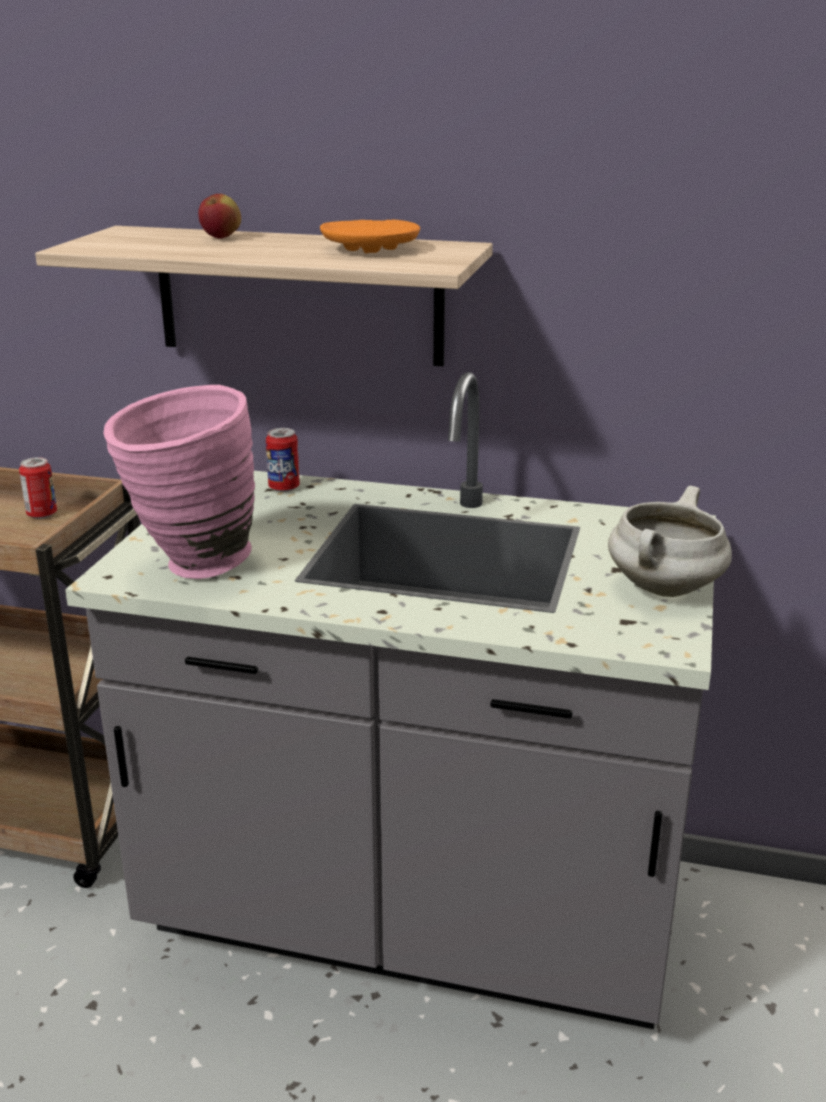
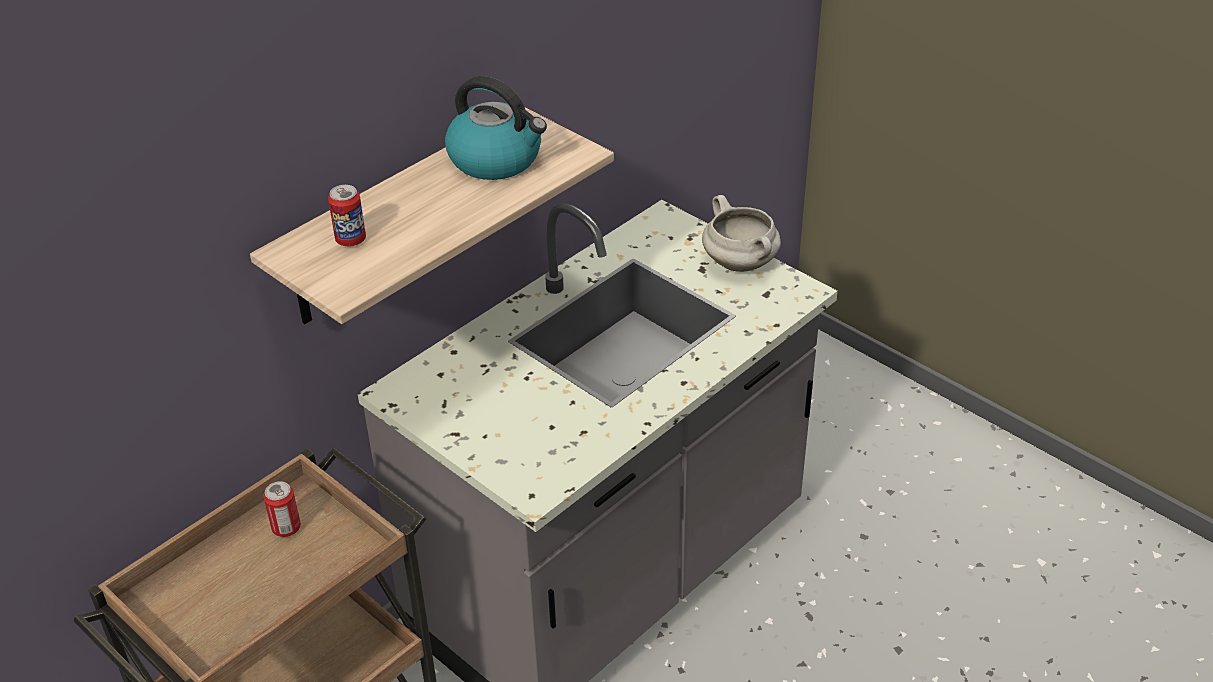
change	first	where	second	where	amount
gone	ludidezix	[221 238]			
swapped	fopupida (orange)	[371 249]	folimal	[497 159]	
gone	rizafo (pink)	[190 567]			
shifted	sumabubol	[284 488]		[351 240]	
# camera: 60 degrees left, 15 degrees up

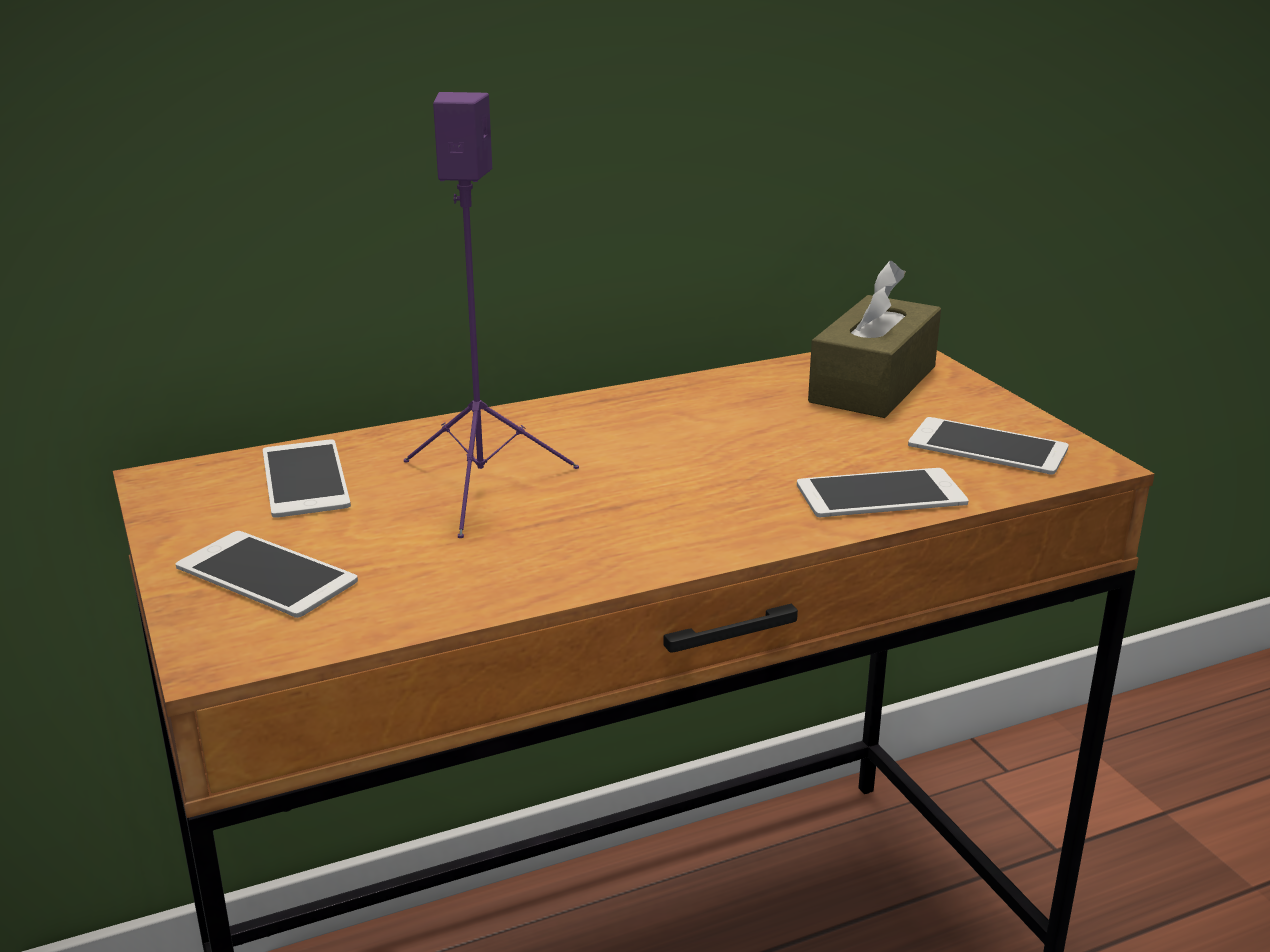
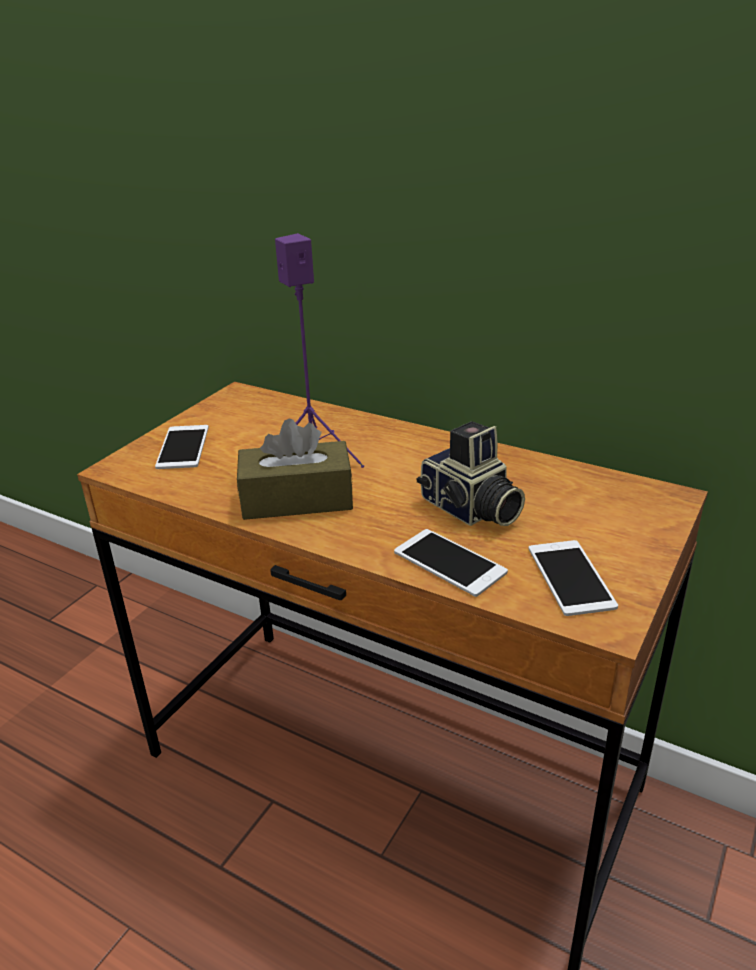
change	first	where	second	where	amount
shifted	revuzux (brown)	[873 384]		[297 499]	
gone	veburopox	[305 479]			
new			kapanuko	[470 510]	
# camera: 55 degrees right, 5 degrees up

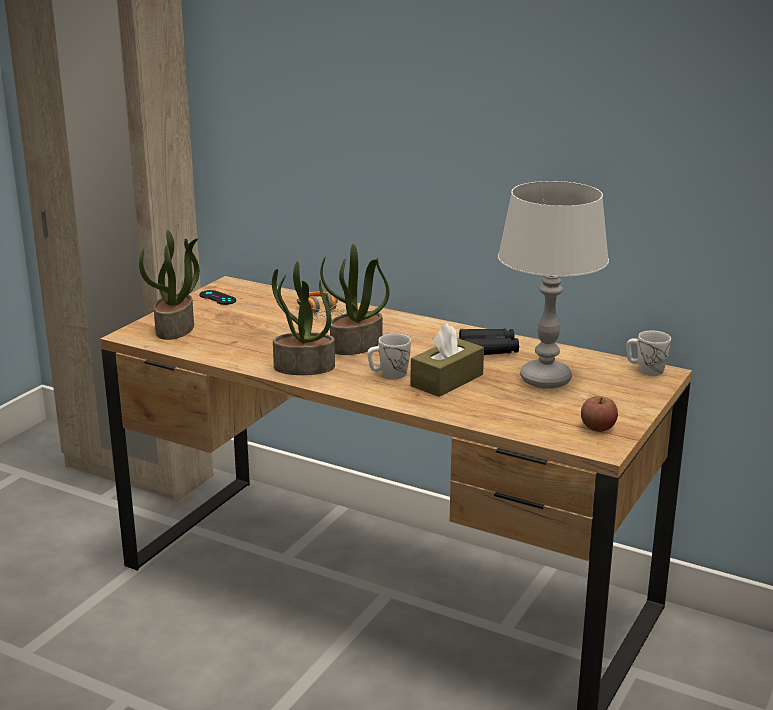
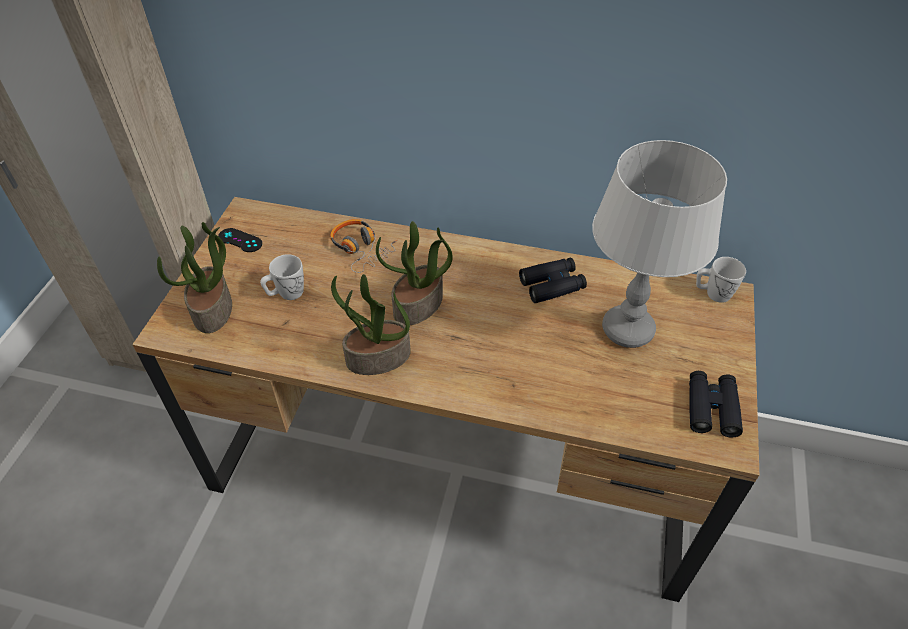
change	first	where	second	where	amount
gone	revuzux (brown)	[447 380]			
shifted	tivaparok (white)	[388 375]		[286 294]	
swapped	ludidezix	[598 427]	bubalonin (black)	[711 408]	
# camera: 15 degrees left, 25 degrees up

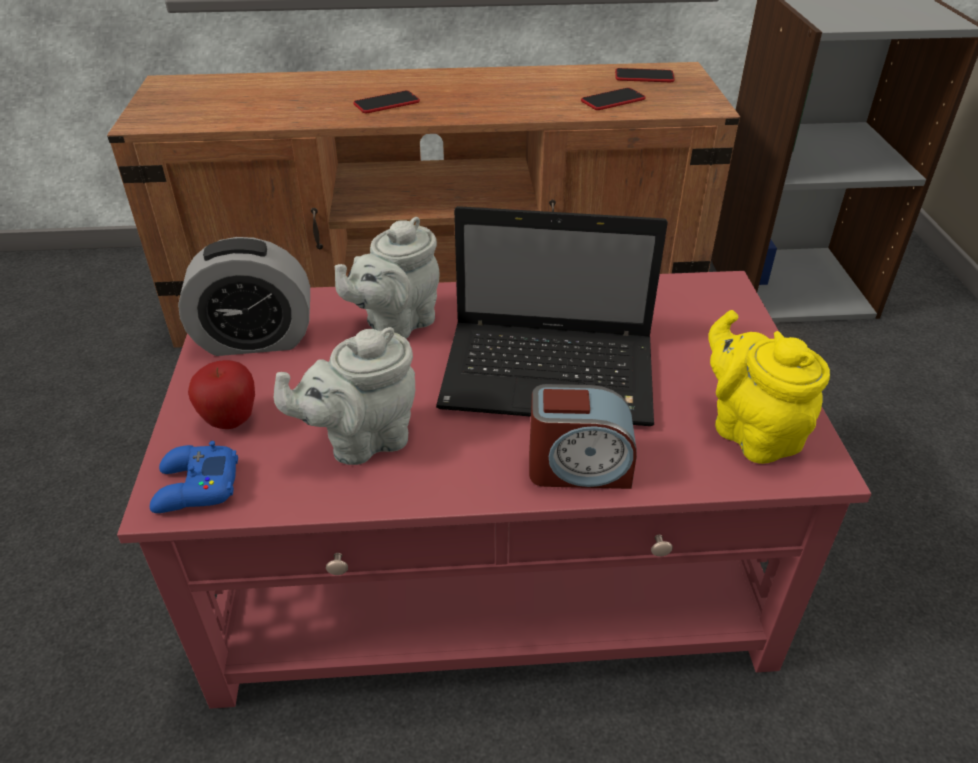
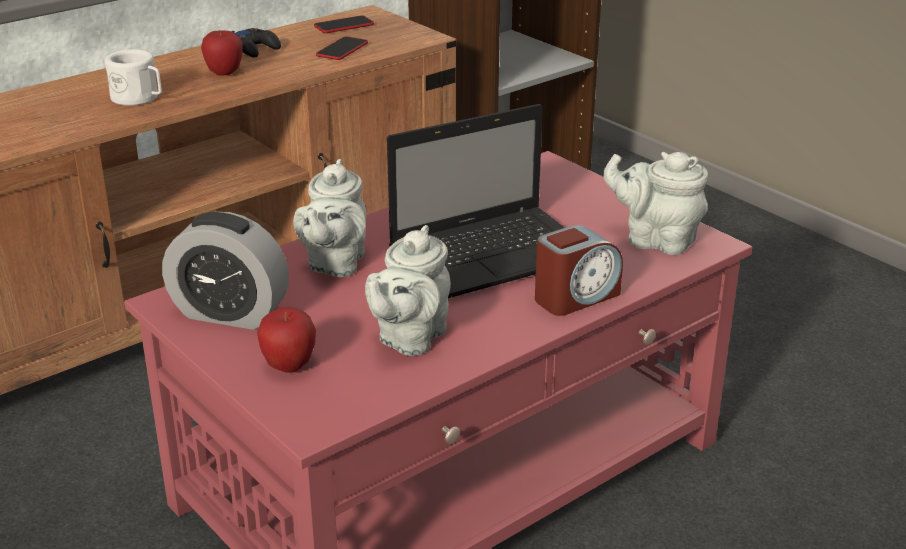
change	first	where	second	where	amount
swapped	veburopox	[386 103]	tivaparok (white)	[139 98]	
rotated	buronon	[255 340]		[230 313]	60 degrees clockwise
repainted	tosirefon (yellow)	[751 432]	tosirefon (grey)	[655 240]	
gone	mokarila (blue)	[195 487]			
new			mokarila (black)	[253 49]	
new			ludidezix	[224 73]	
# camera: 35 degrees left, 10 degrees down

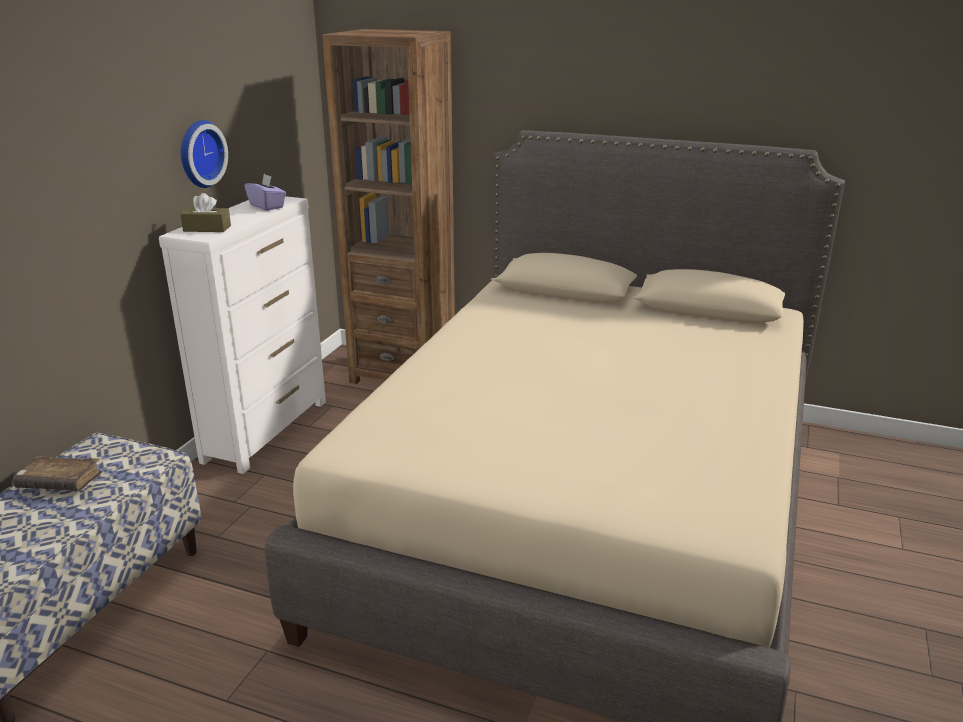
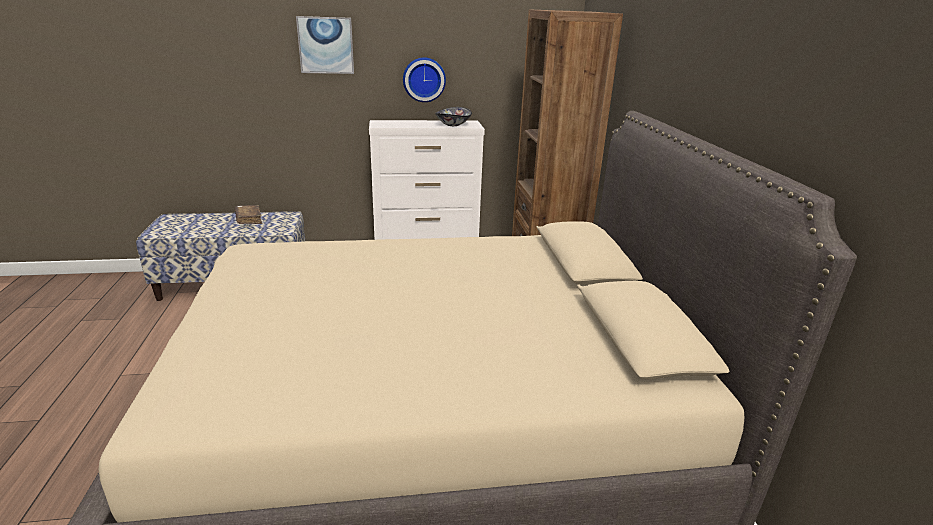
change	first	where	second	where	amount
swapped	revuzux (purple)	[267 206]	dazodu	[452 124]	
gone	revuzux (brown)	[207 228]			
new			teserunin	[326 45]	
# camera: 60 degrees right, 0 degrees up

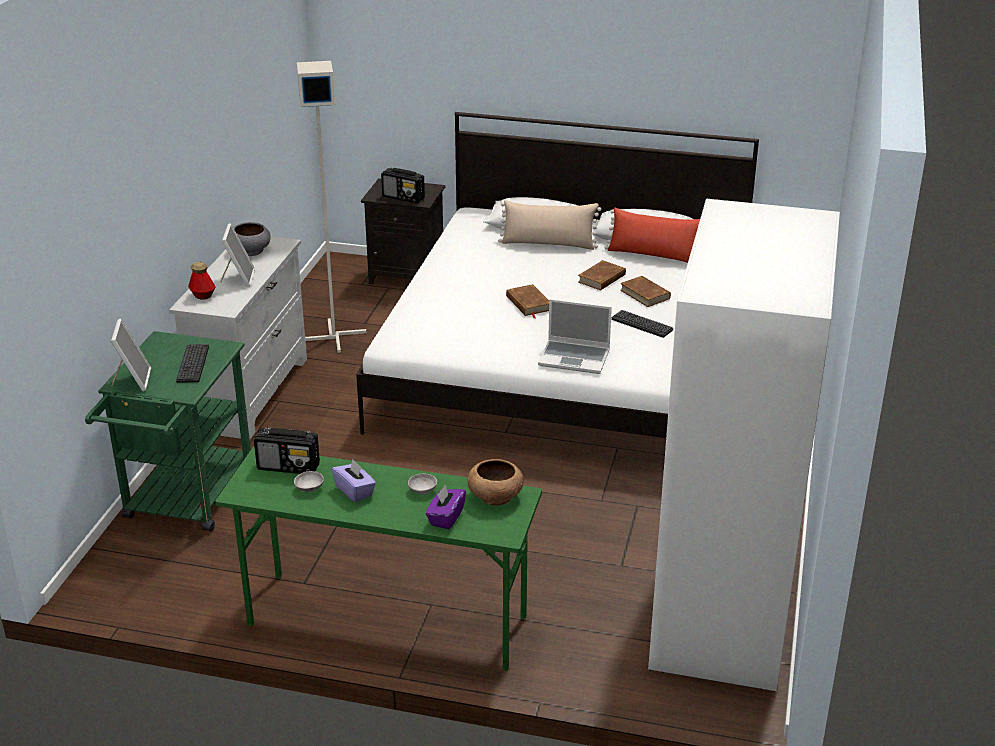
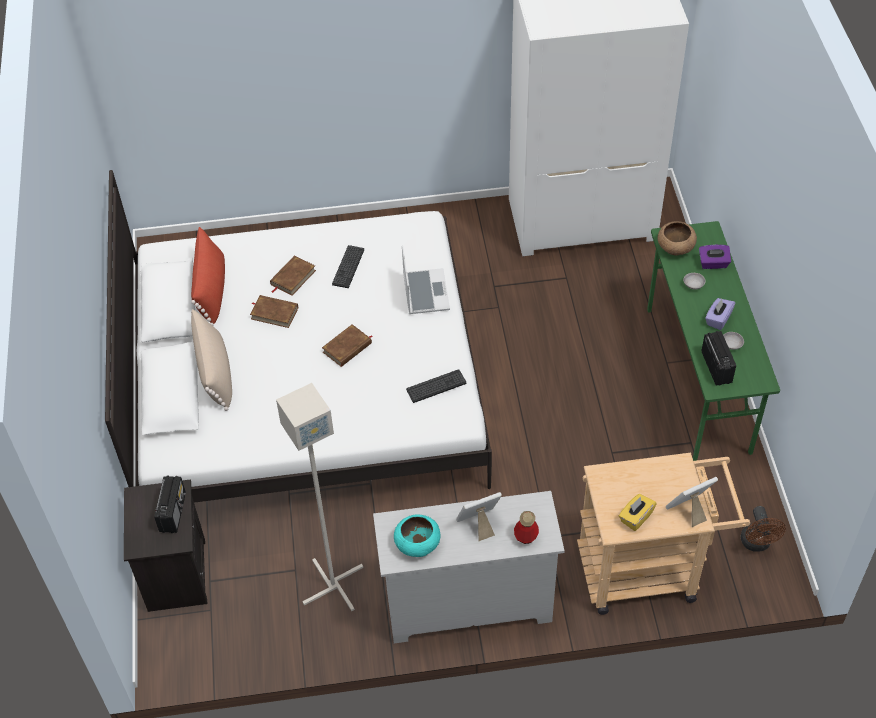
change	first	where	second	where	amount
repainted	dazodu (grey)	[251 251]	dazodu (turquoise)	[417 543]	
repainted	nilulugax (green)	[184 501]	nilulugax (beige)	[648 569]	
shifted	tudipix	[193 364]		[436 386]	
new			revuzux (yellow)	[635 517]	
new			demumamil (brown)	[757 544]	
# camera: 110 degrees left, 20 degrees up

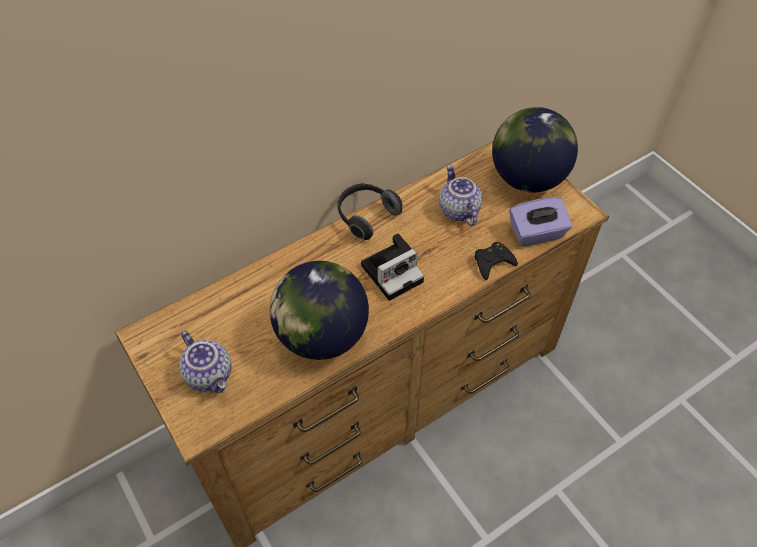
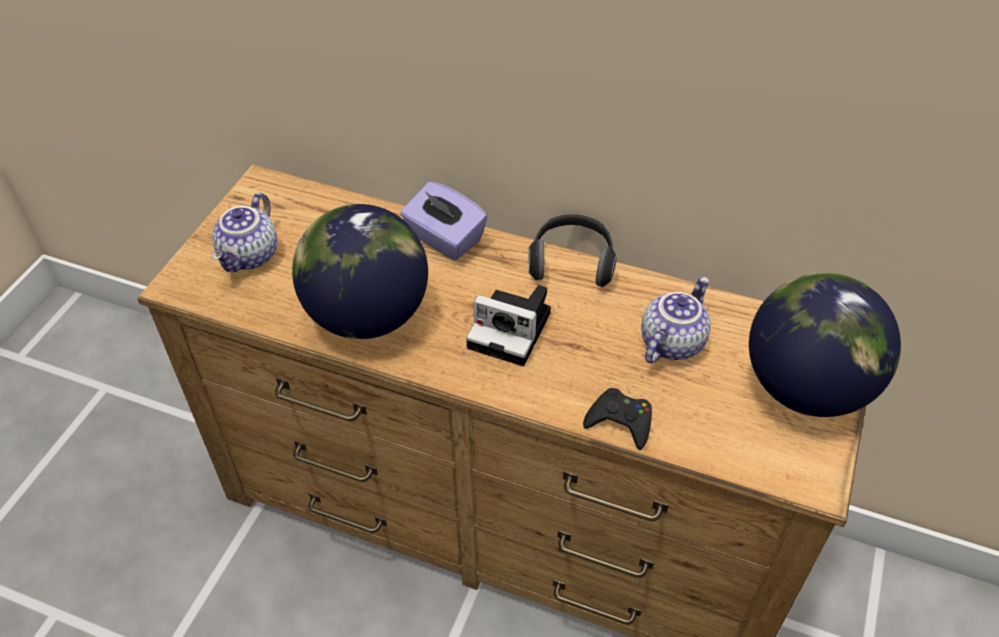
change	first	where	second	where	amount
shifted	revuzux (purple)	[536 233]		[444 239]	
# camera: 55 degrees right, 5 degrees down

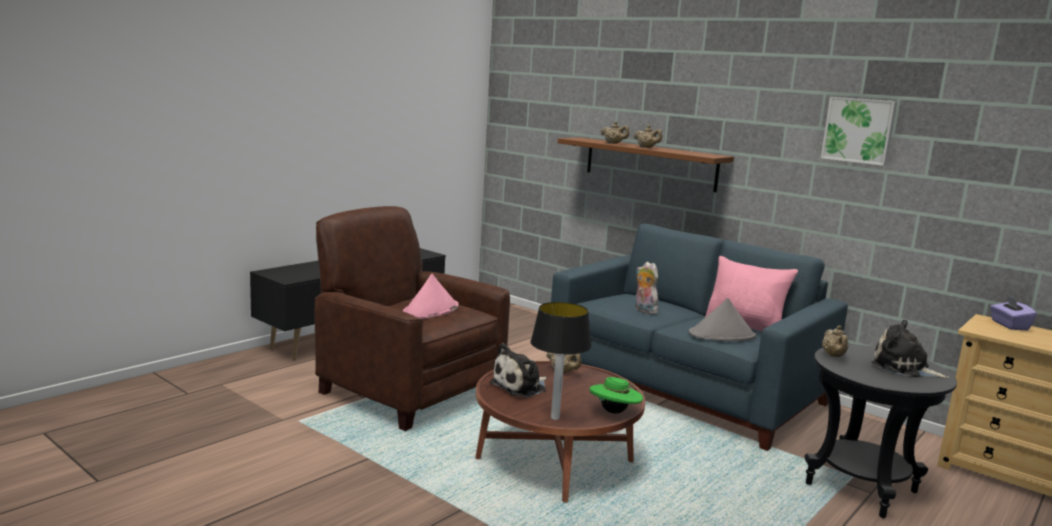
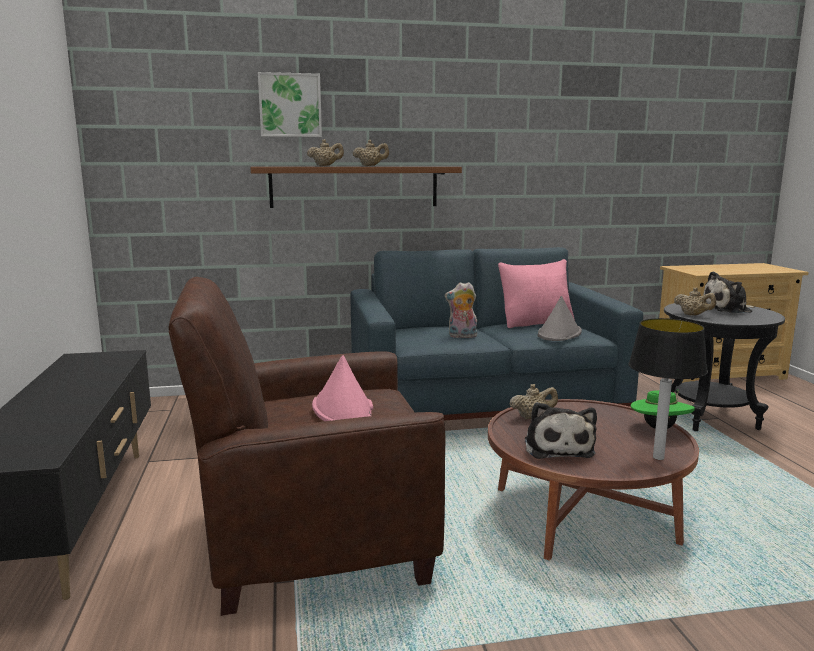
change	first	where	second	where	amount
shifted	teserunin	[858 130]		[290 105]	
gone	revuzux (purple)	[1009 325]			
# camera: 50 degrees left, 0 degrees up

